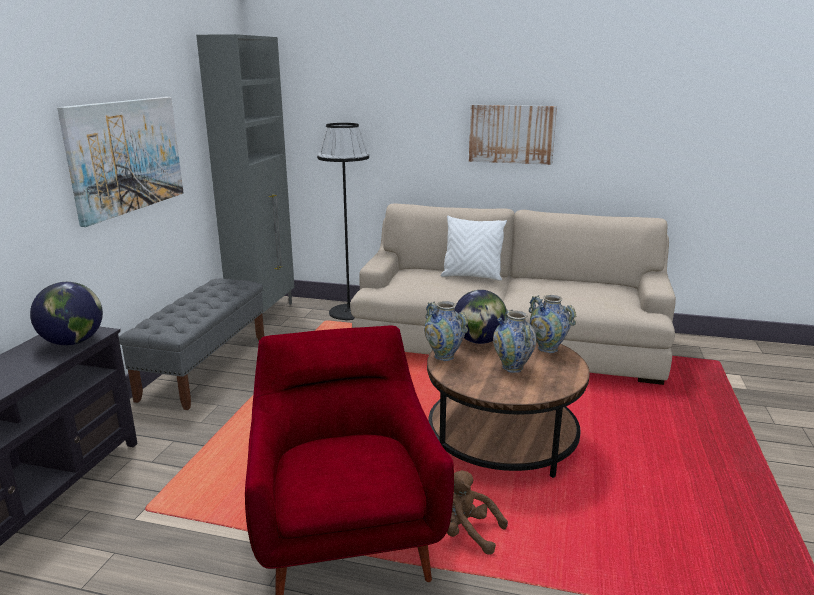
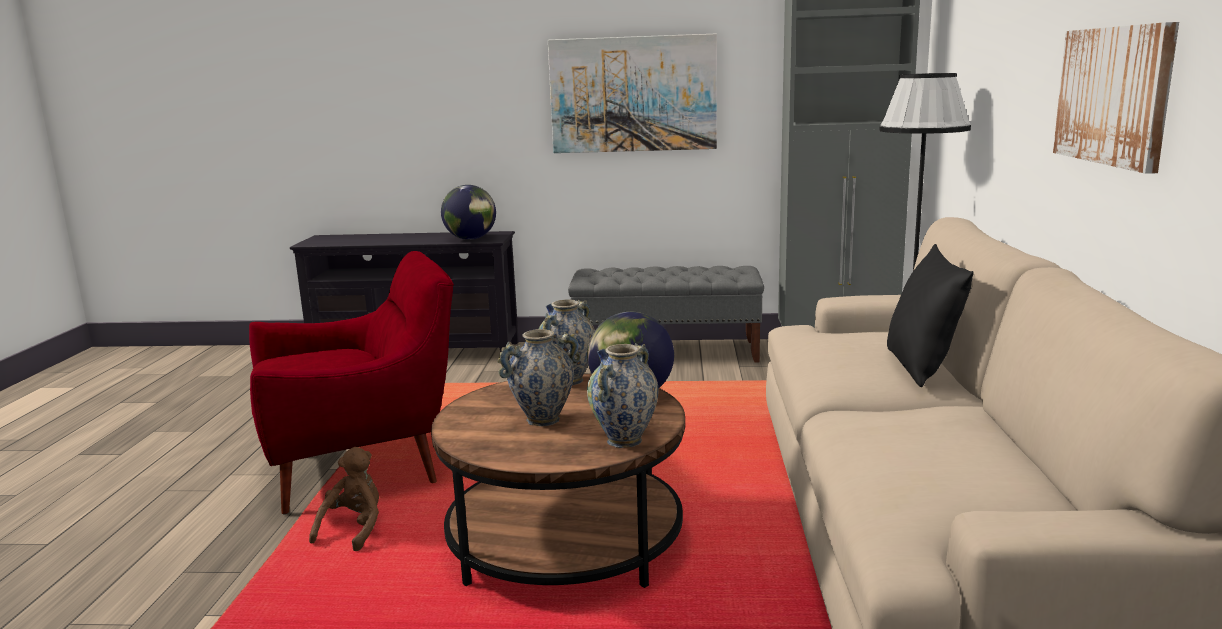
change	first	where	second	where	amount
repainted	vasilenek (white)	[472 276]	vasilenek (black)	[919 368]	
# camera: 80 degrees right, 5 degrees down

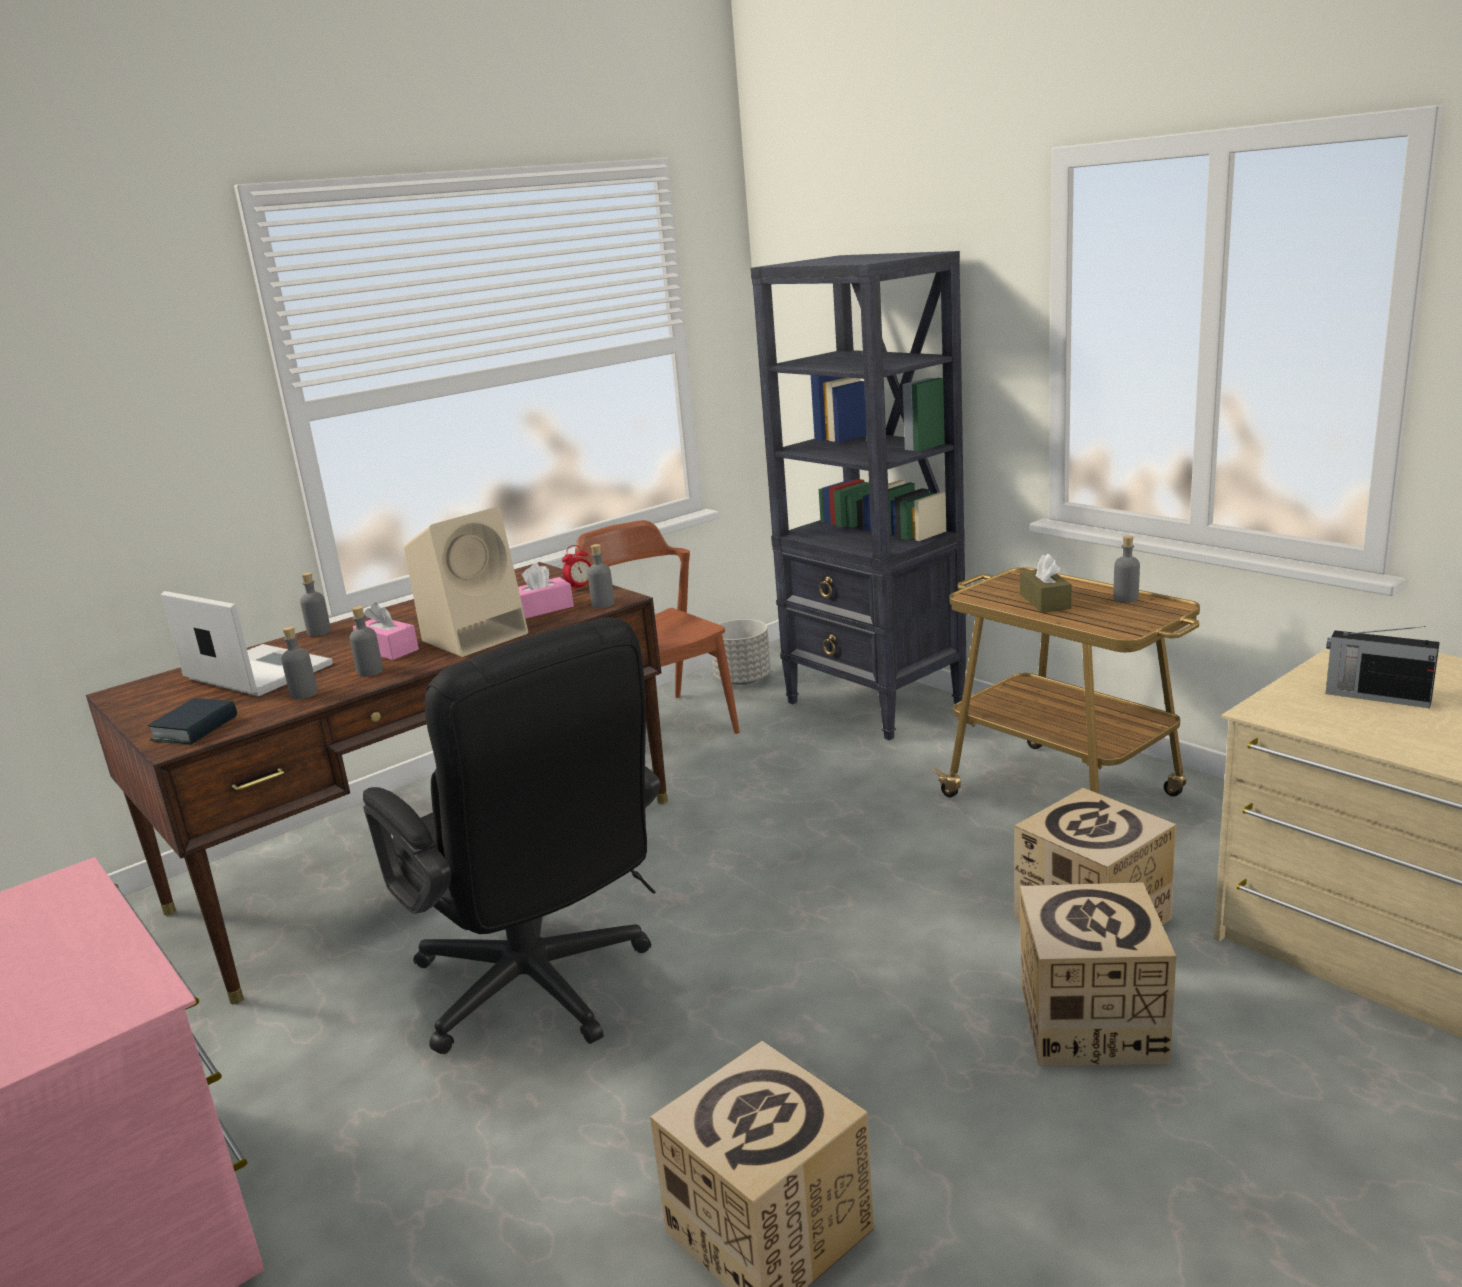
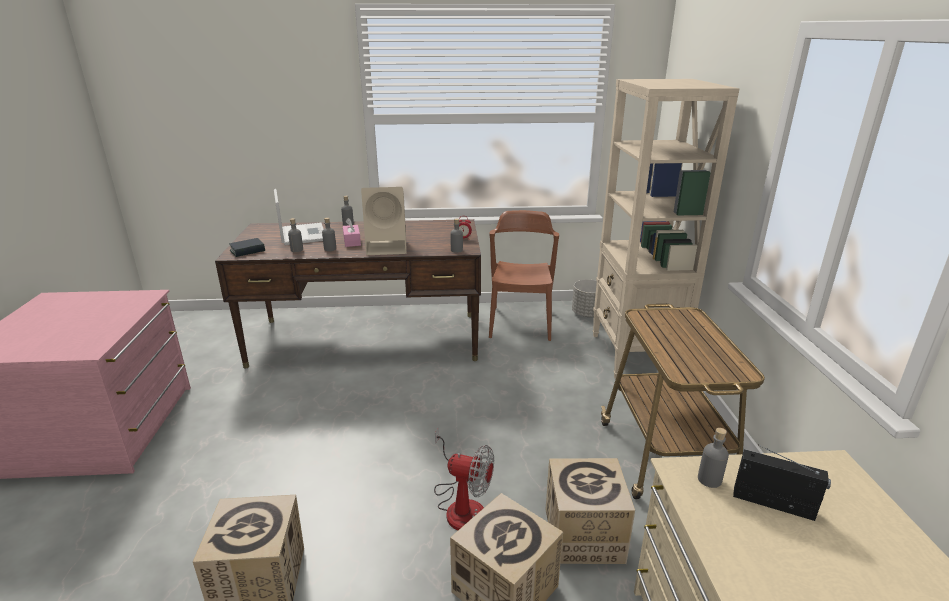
change	first	where	second	where	amount
repainted	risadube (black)	[875 703]	risadube (beige)	[635 355]	
shifted	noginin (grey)	[1125 598]		[709 479]	
gone	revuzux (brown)	[1045 601]			
gone	revuzux (pink)	[542 609]			
gone	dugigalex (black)	[542 993]			
rotated	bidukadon	[1375 696]		[774 504]	135 degrees clockwise
new			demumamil	[461 505]	
# camera: 35 degrees right, 5 degrees up

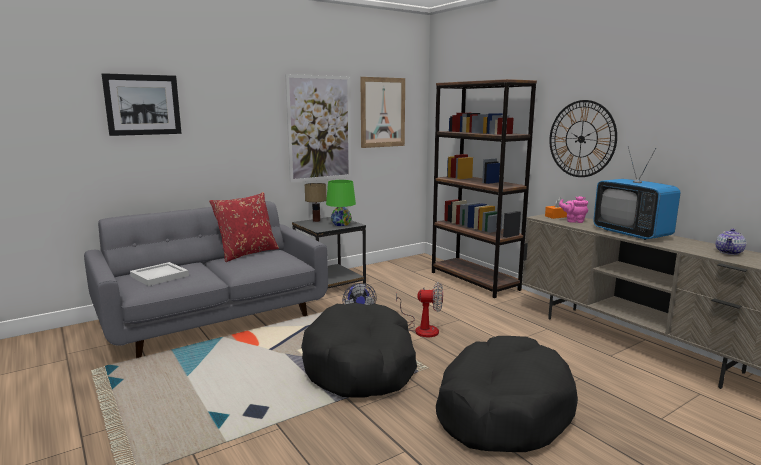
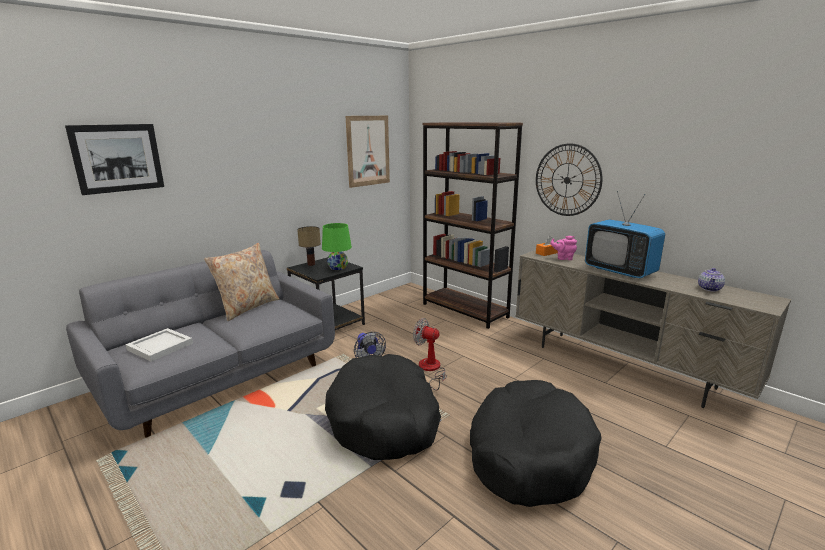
change	first	where	second	where	amount
gone	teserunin	[319 128]			
repainted	vasilenek (red)	[247 253]	vasilenek (beige)	[247 307]	
rotated	demumamil	[421 328]		[431 369]	150 degrees counterclockwise
# camera: 10 degrees left, 5 degrees up

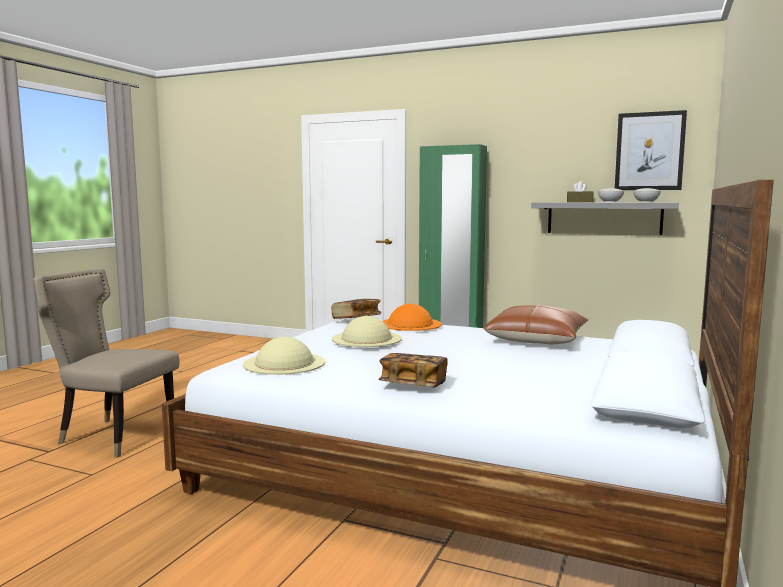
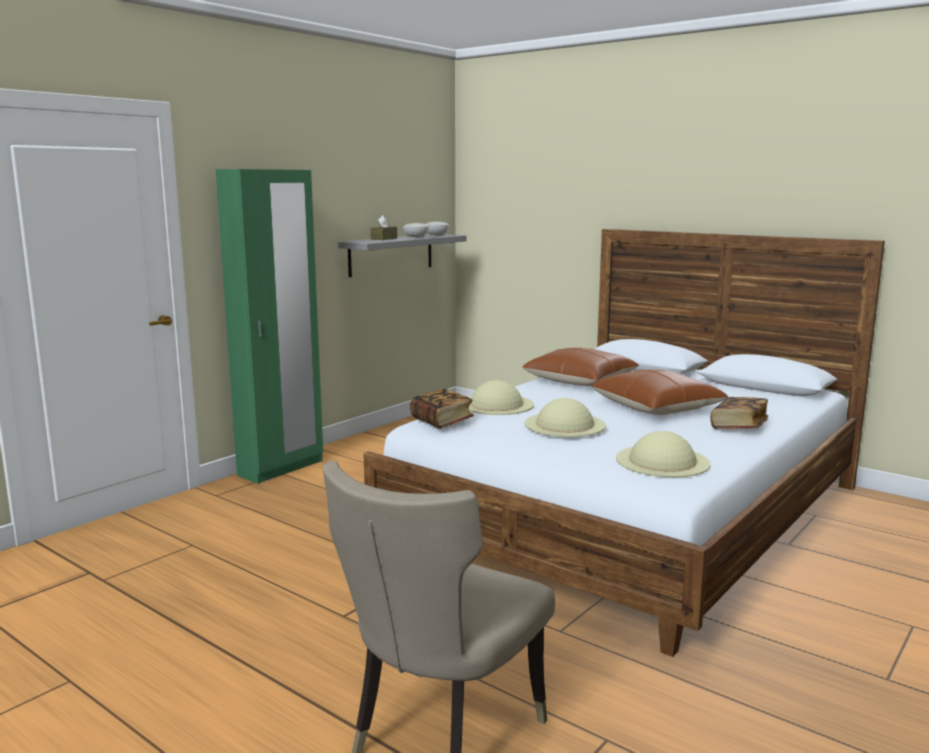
change	first	where	second	where	amount
gone	teserunin	[649 151]			
repainted	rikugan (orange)	[410 324]	rikugan (beige)	[496 404]	
new			vasilenek (brown)	[656 407]	
# camera: 75 degrees left, 5 degrees up

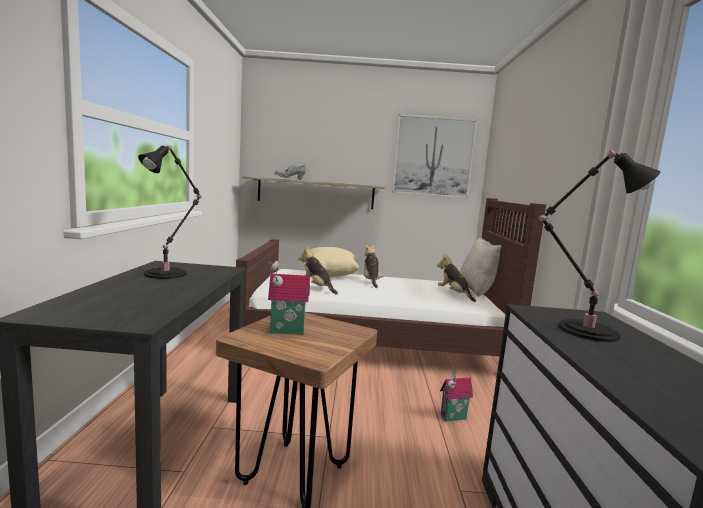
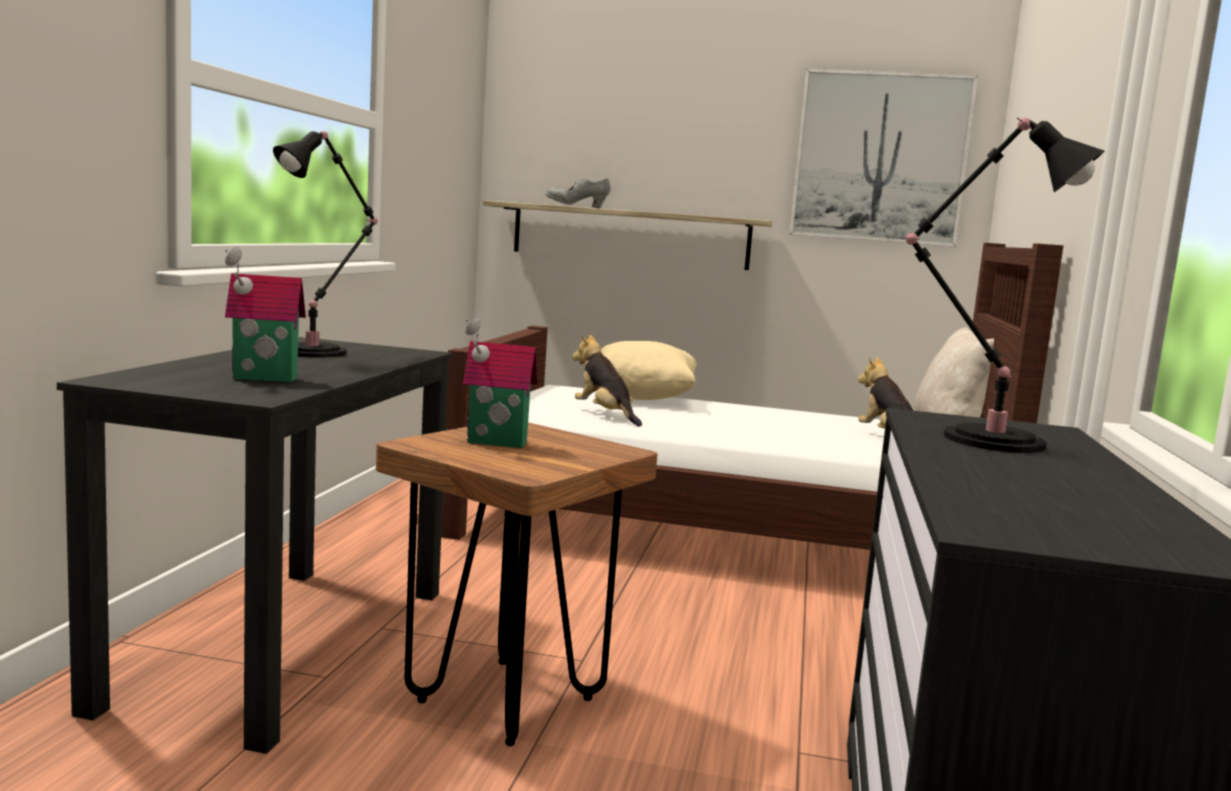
change	first	where	second	where	amount
gone	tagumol	[371 281]			
shifted	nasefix	[454 418]		[263 379]	
# camera: 10 degrees right, 0 degrees up

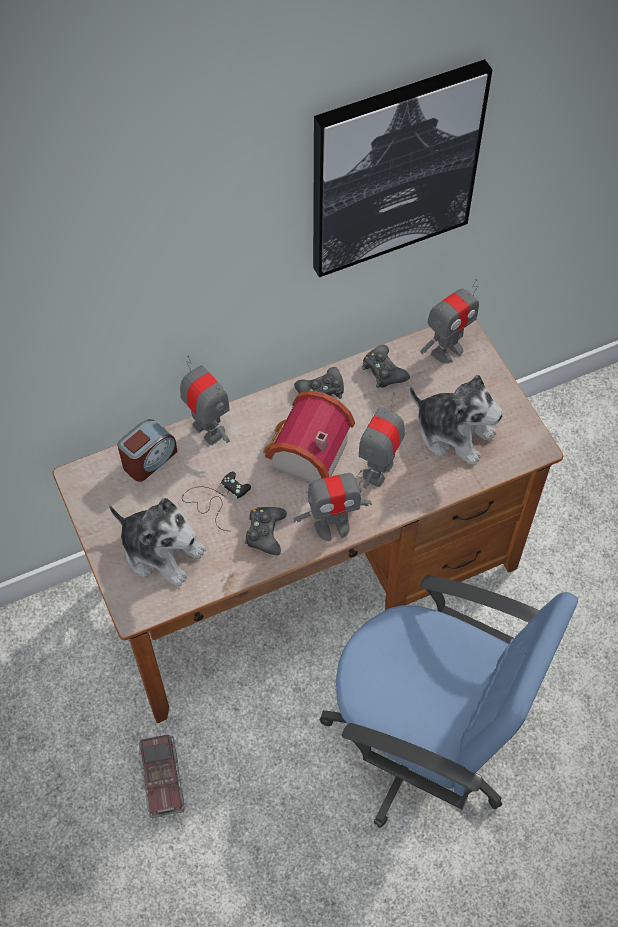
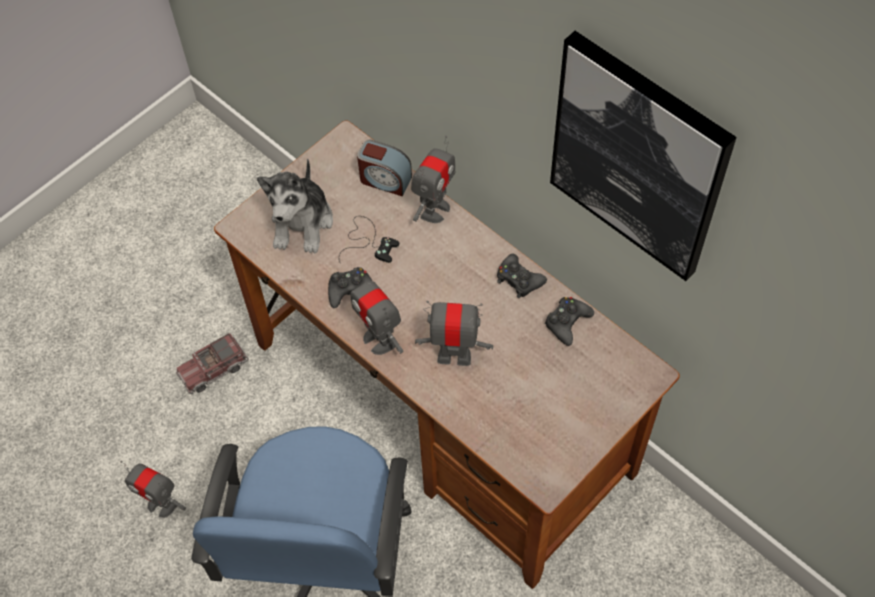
change	first	where	second	where	amount
shifted	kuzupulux	[447 350]		[162 504]	
gone	tagumol	[453 432]			
gone	nasefix	[304 455]			
# camera: 70 degrees right, 0 degrees up

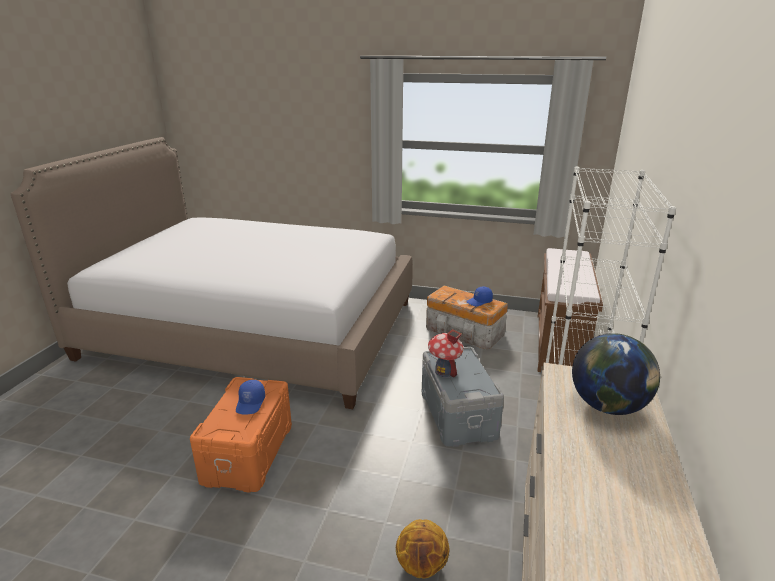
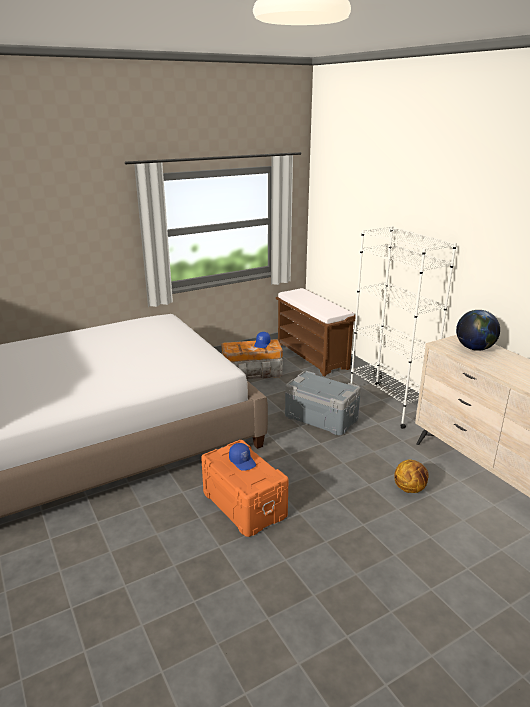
change	first	where	second	where	amount
gone	nasefix	[444 371]			
# camera: 45 degrees left, 0 degrees up

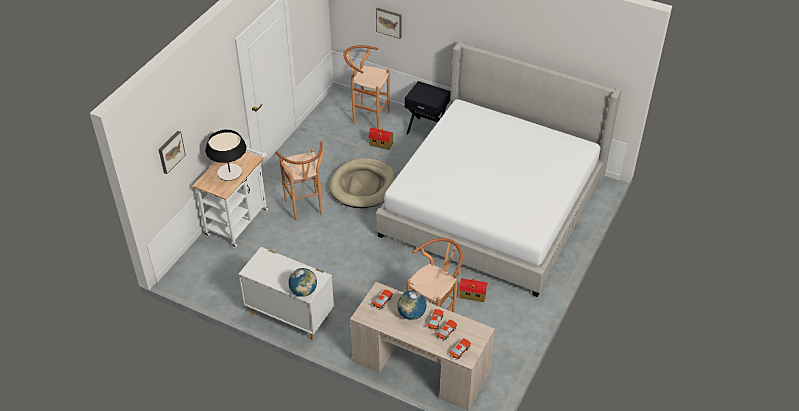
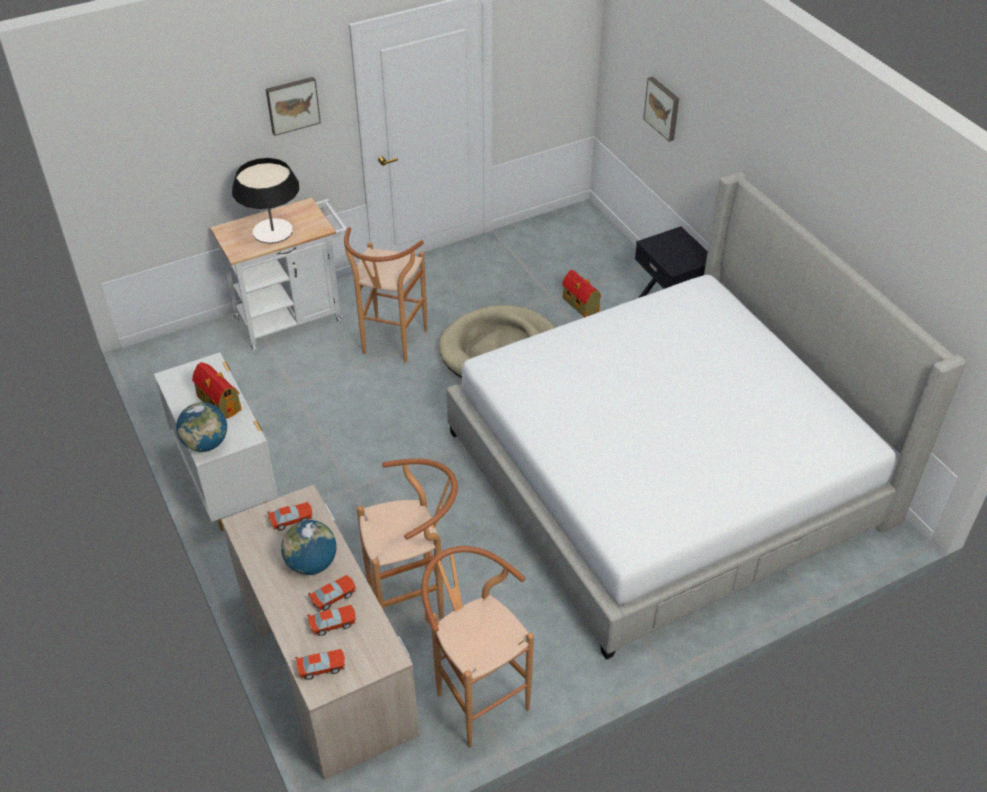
change	first	where	second	where	amount
shifted	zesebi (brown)	[367 117]		[475 696]	
shifted	teserunin	[170 151]		[292 105]	
shifted	nasefix	[472 295]		[219 402]	
# camera: 35 degrees right, 0 degrees up

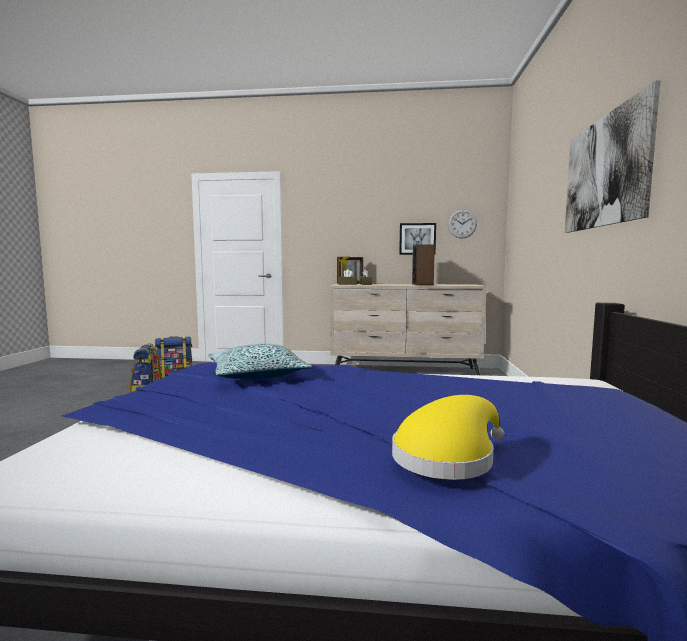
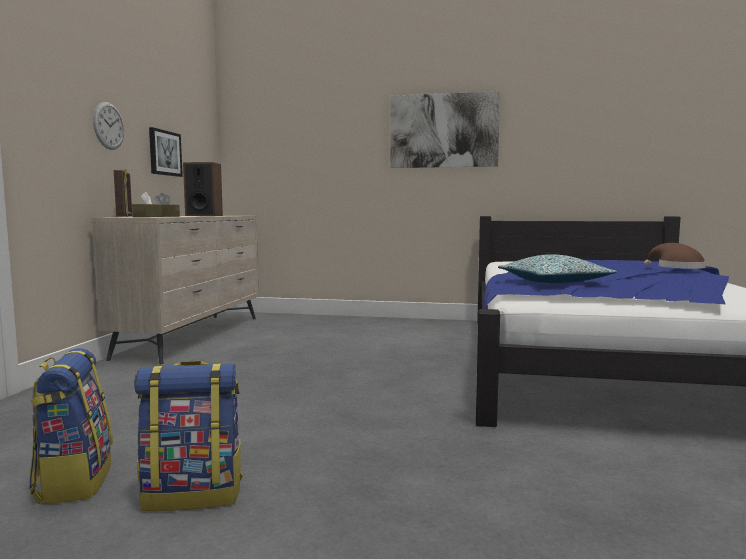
change	first	where	second	where	amount
shifted	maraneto	[462 224]		[109 126]	
repainted	rikugan (yellow)	[447 457]	rikugan (brown)	[677 268]	
# camera: 85 degrees left, 0 degrees up

